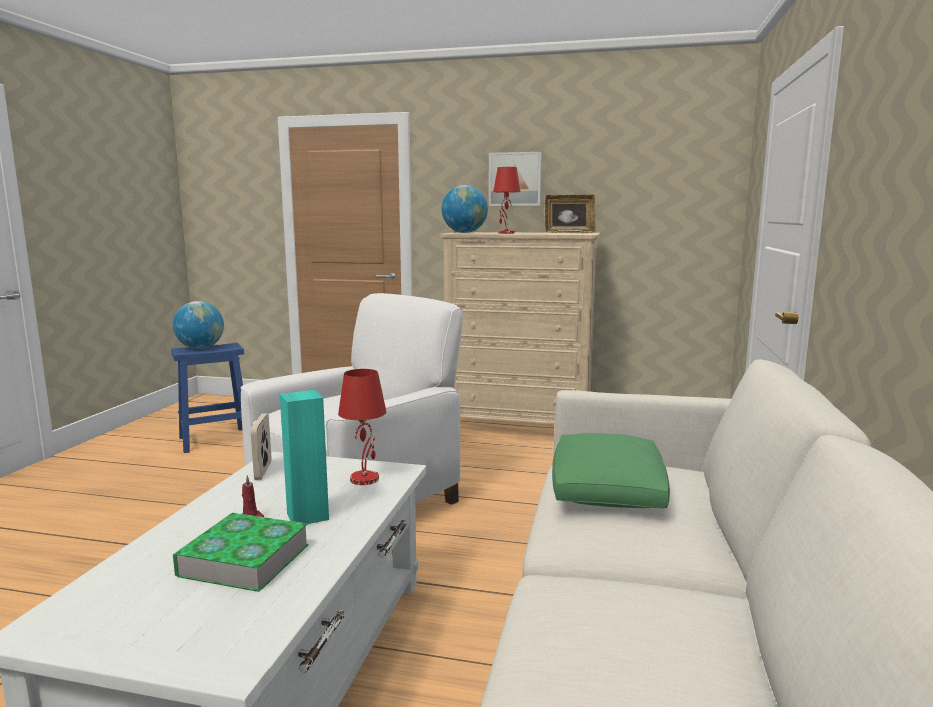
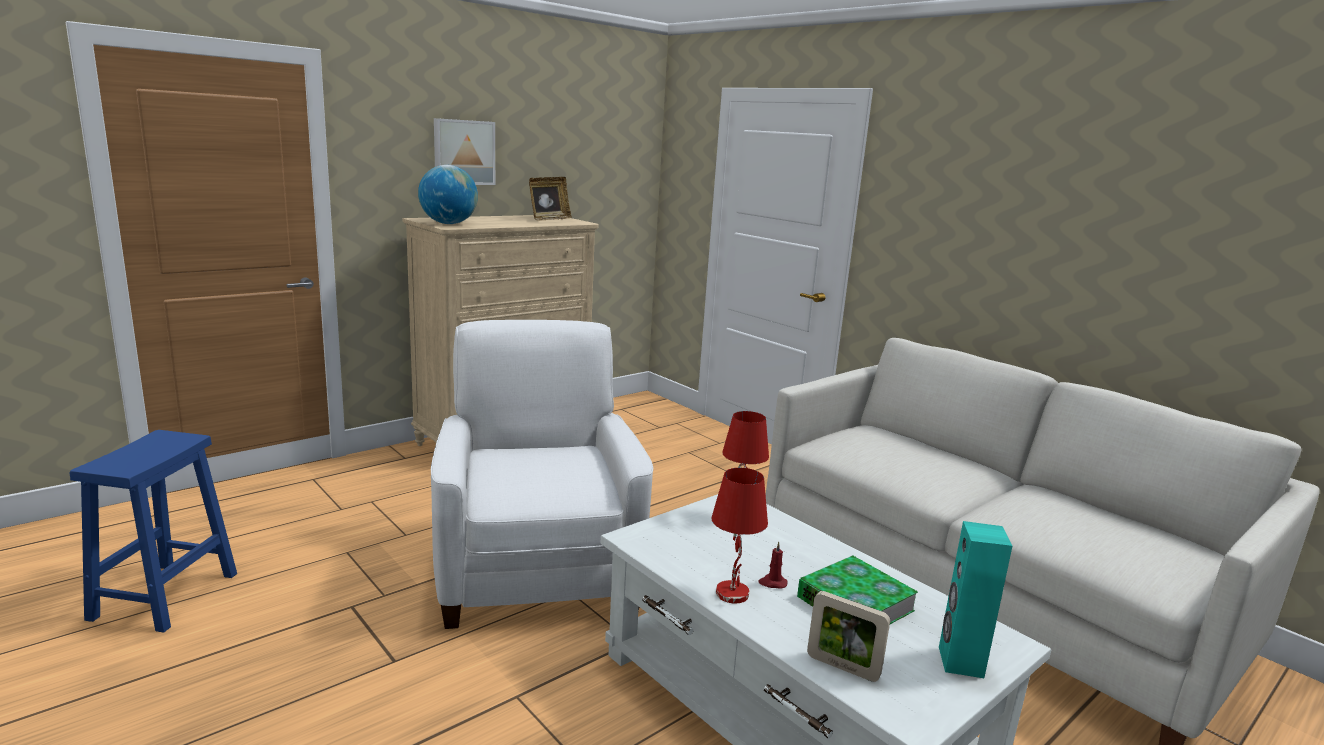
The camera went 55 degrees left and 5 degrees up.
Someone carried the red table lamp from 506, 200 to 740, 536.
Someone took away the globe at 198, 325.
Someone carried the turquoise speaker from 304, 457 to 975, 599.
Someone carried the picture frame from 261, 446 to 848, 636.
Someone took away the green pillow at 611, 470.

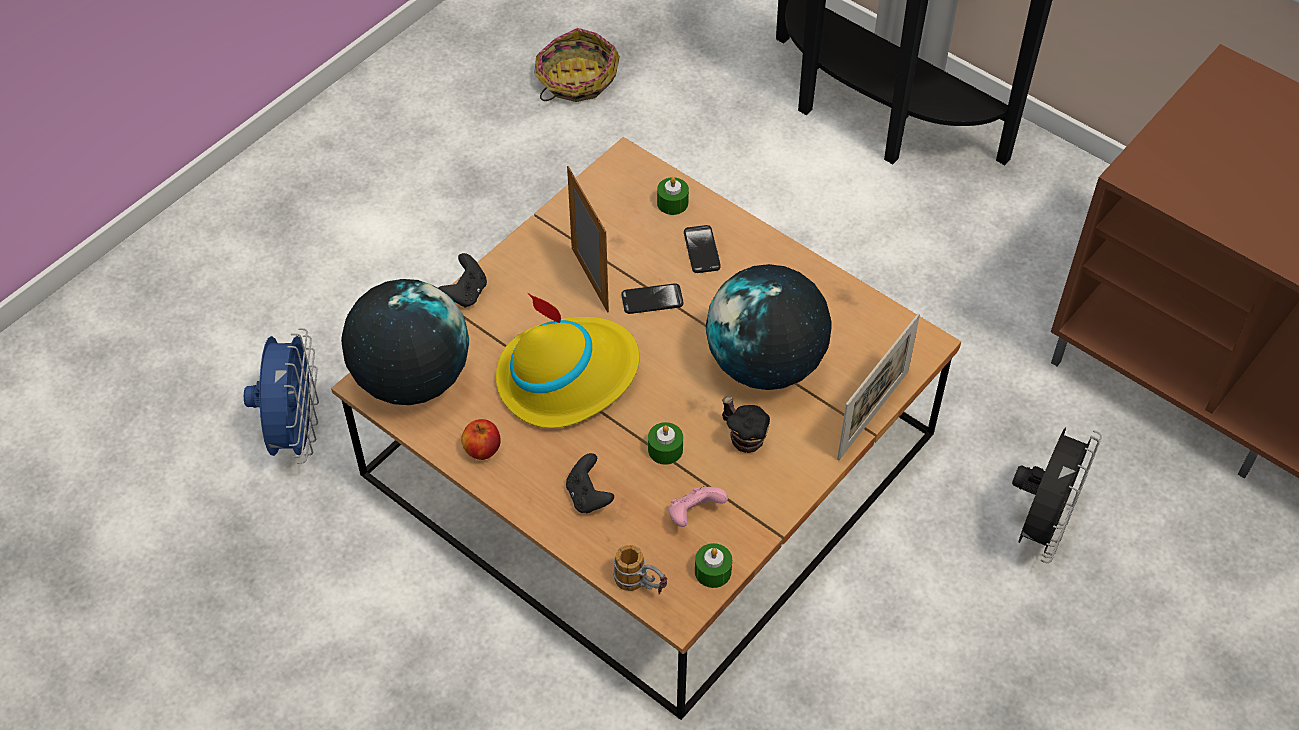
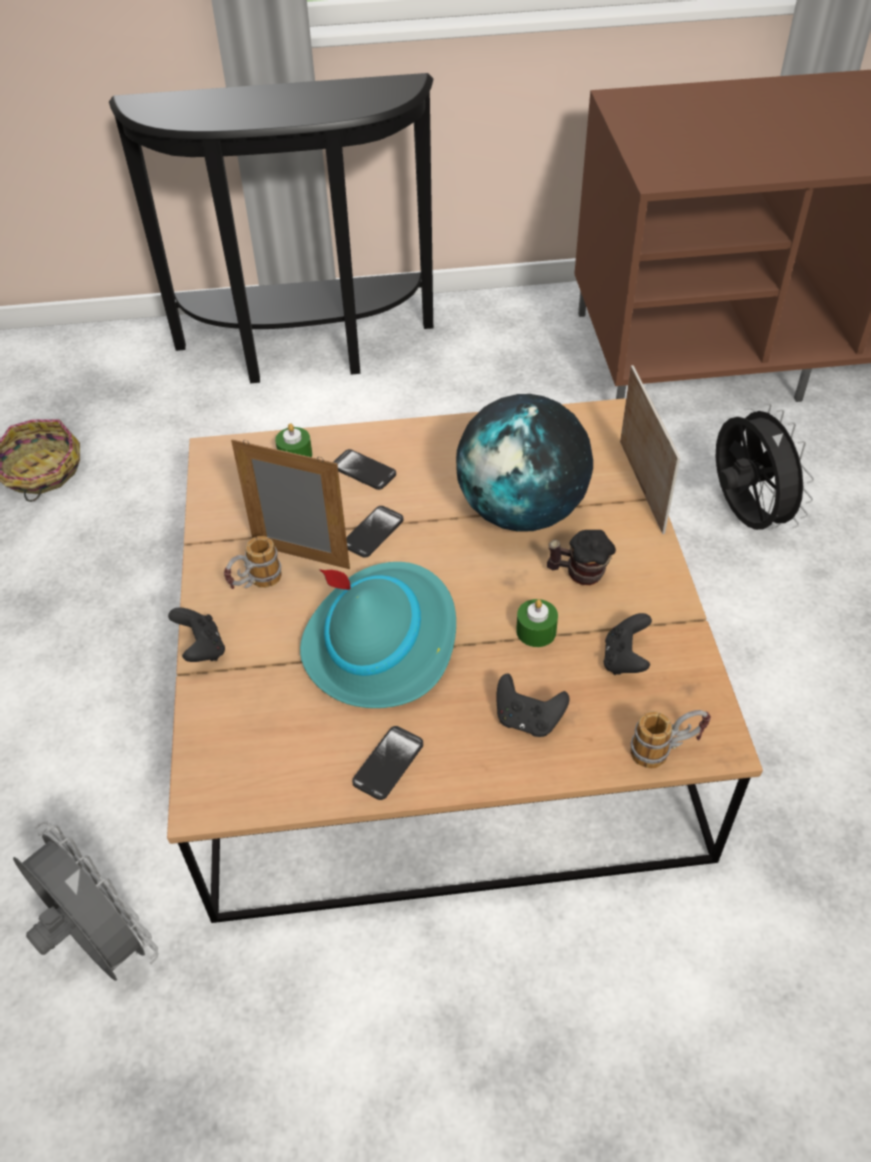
The camera went 45 degrees left and 5 degrees down.
Someone took away the globe at 405, 342.
Someone repainted the yellow hat at 568, 360, which became the turquoise hat at 378, 635.
Someone repainted the blue fan at 281, 396, which became the grey fan at 85, 901.
Someone swapped the apple at 481, 439 for the phone at 387, 763.
Someone repainted the pink game controller at 698, 506, which became the black game controller at 628, 644.
Someone took away the green candle at 713, 565.
Someone put down the mug at 253, 562.

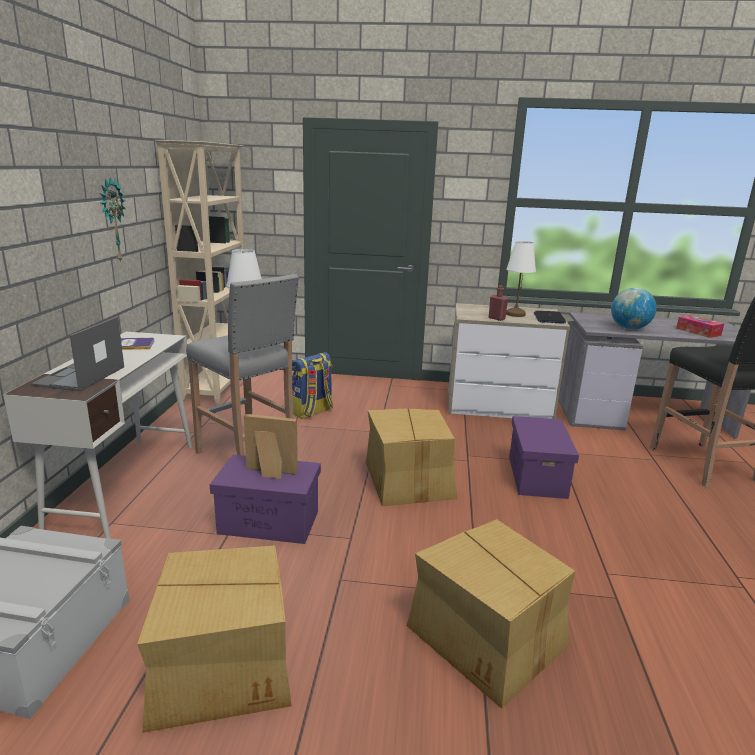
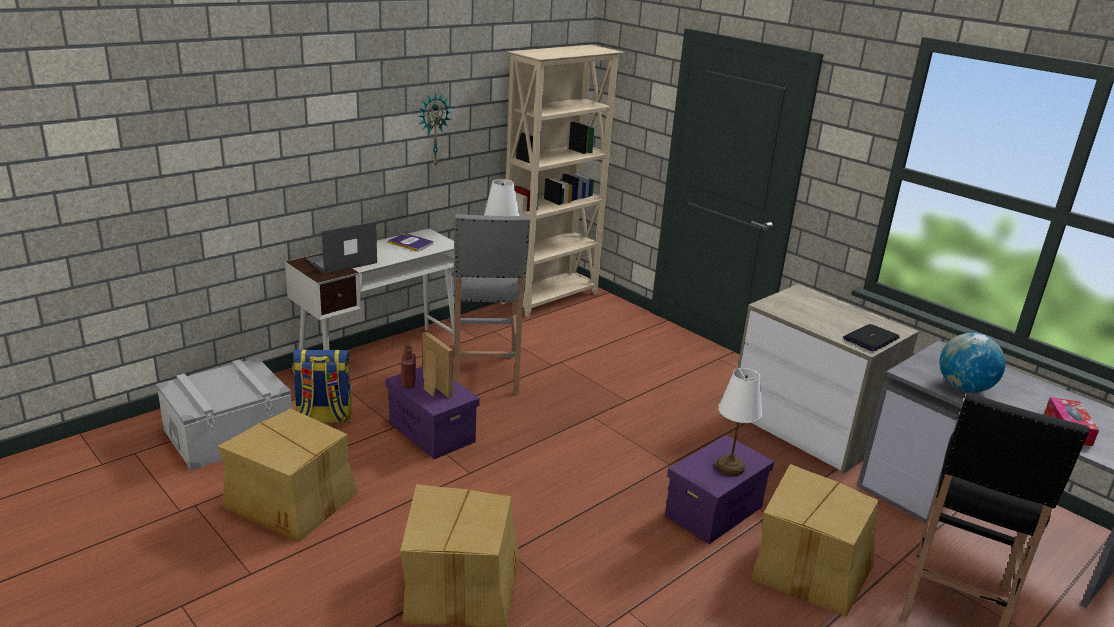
The camera went 40 degrees right and 5 degrees up.
Someone carried the white table lamp from 521, 279 to 739, 422.
Someone carried the red bottle from 498, 303 to 408, 366.
Someone carried the backpack from 312, 385 to 322, 386.
Someone carried the cardboard box from 412, 457 to 815, 540.

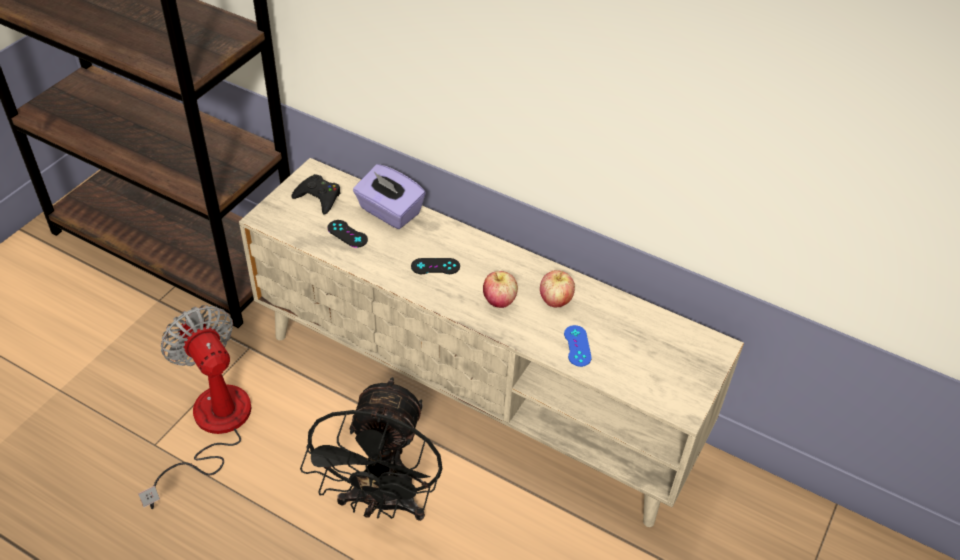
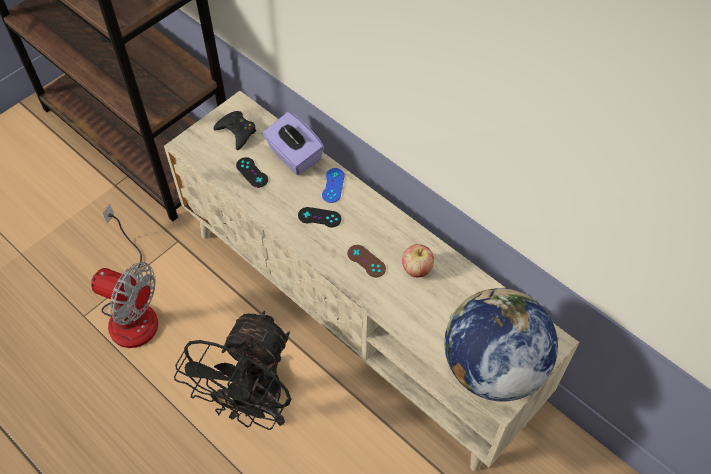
The camera went 15 degrees right and 10 degrees up.
Someone swapped the apple at 500, 289 for the brown game controller at 366, 261.
Someone rotated the fan at 194, 407 by 135 degrees clockwise.
Someone carried the blue game controller from 578, 346 to 333, 185.
Someone put down the globe at 501, 344.

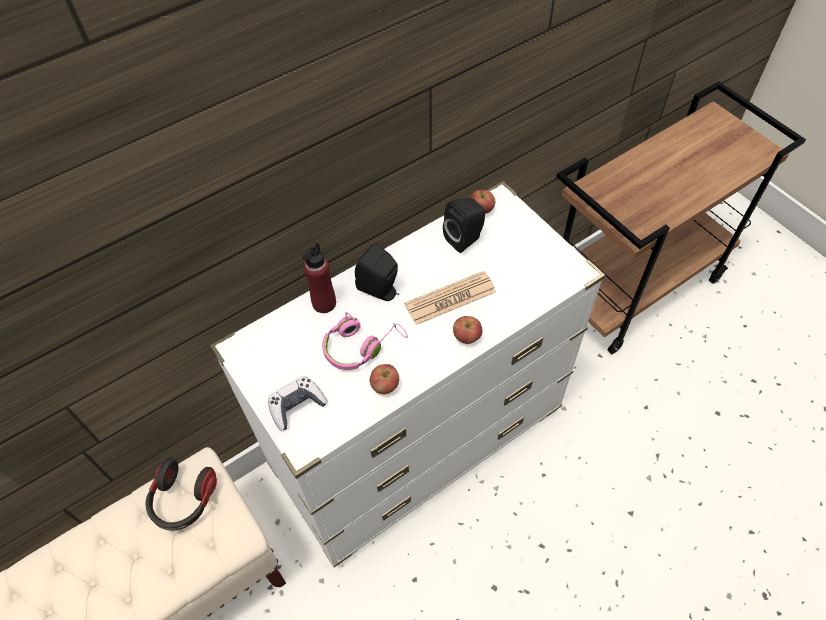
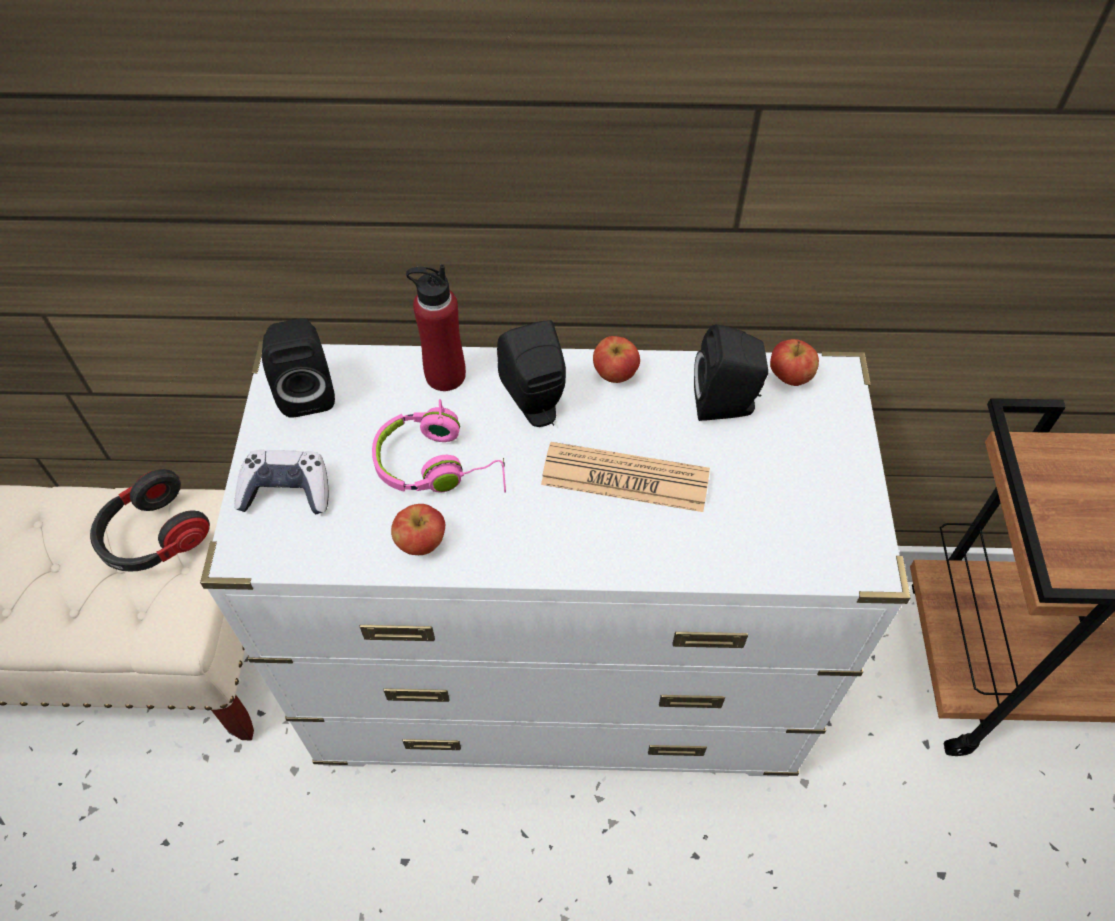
The camera went 35 degrees right and 0 degrees up.
Someone carried the apple from 467, 330 to 616, 359.
Someone put down the black speaker at 298, 368.

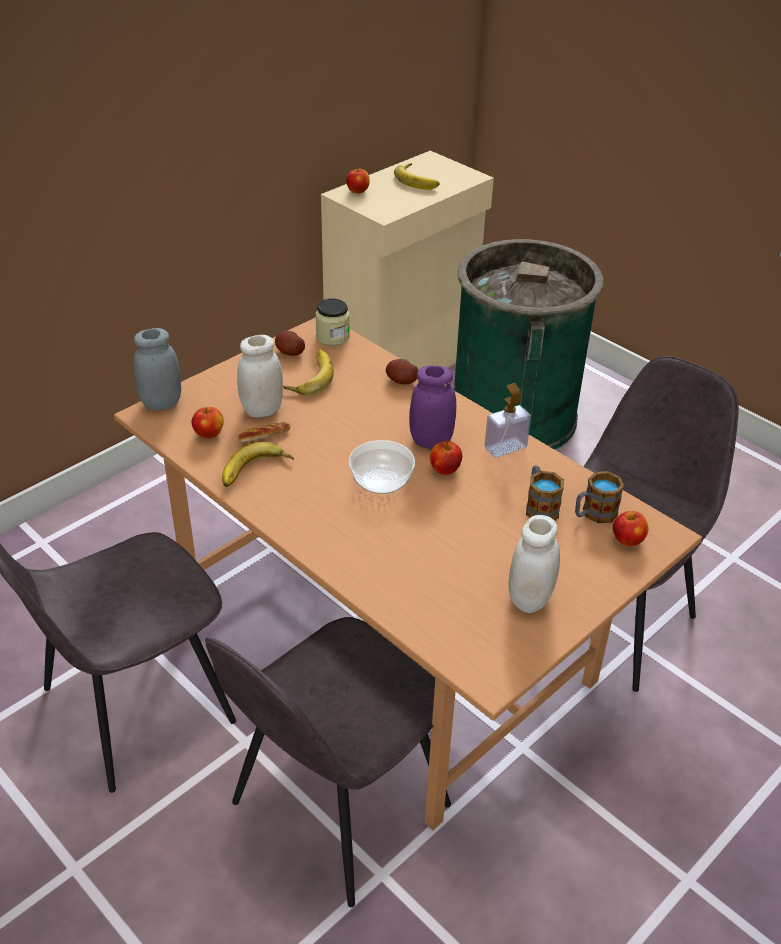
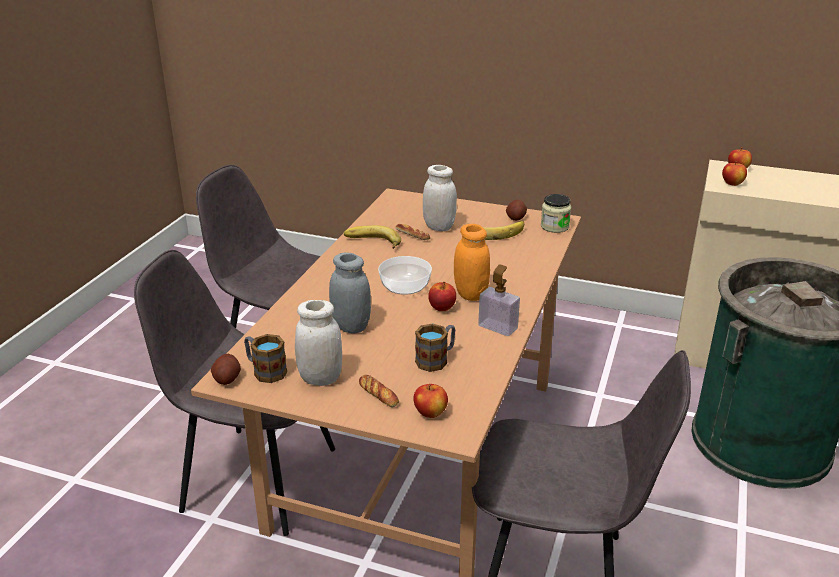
The camera went 65 degrees right and 10 degrees down.
Someone took away the banana at 417, 176.
Someone carried the grey jar from 157, 369 to 350, 293.
Someone carried the potato from 402, 372 to 226, 369.
Someone repainted the purple jar at 432, 407, which became the orange jar at 472, 262.
Someone carried the apple from 208, 423 to 734, 173.
Someone carried the mug from 599, 497 to 265, 358.
Someone put down the bread at 379, 391.

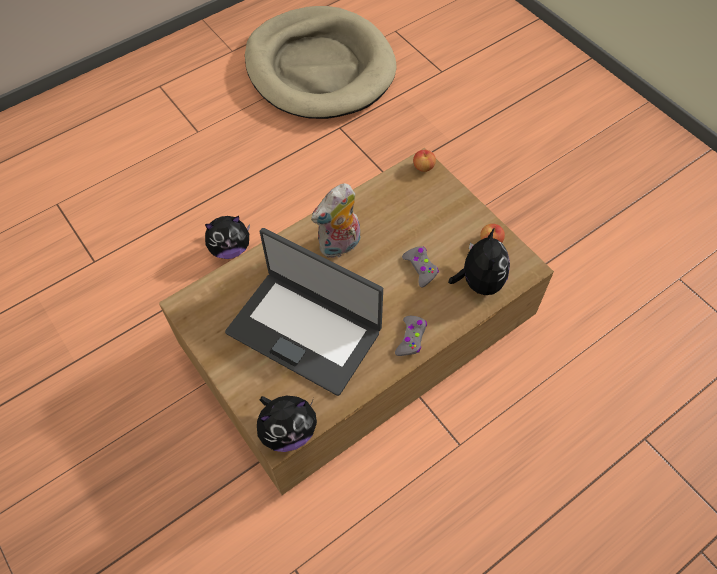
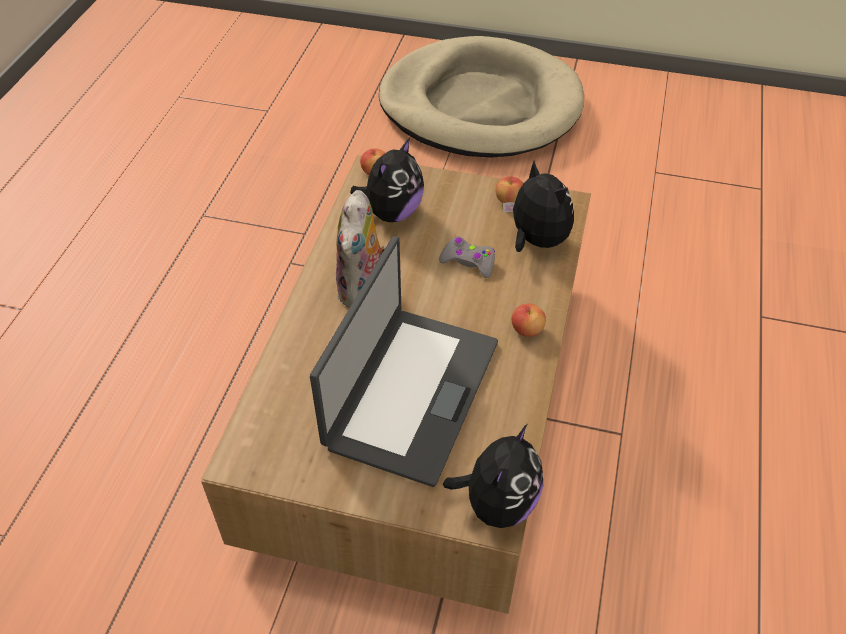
The camera went 40 degrees left and 10 degrees down.
Someone carried the beige dog bed from 321, 62 to 481, 97.
Someone carried the plush toy from 227, 237 to 387, 180.
Someone rotated the laptop at 304, 312 by 60 degrees counterclockwise.
Someone swapped the grey game controller at 411, 336 for the apple at 529, 320.

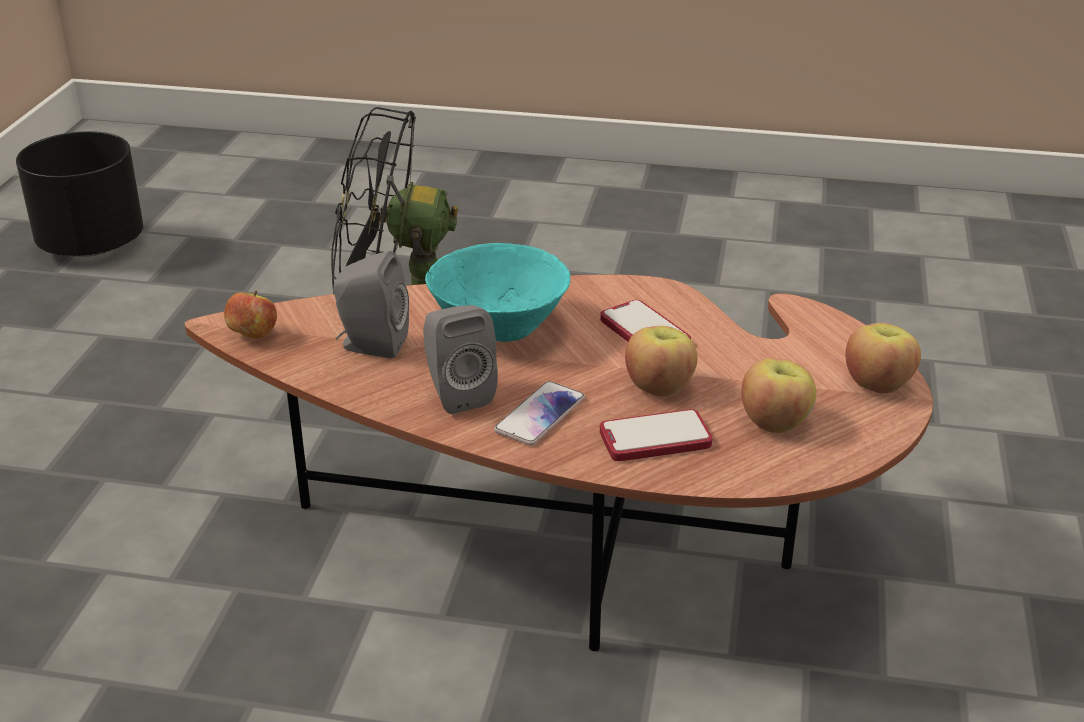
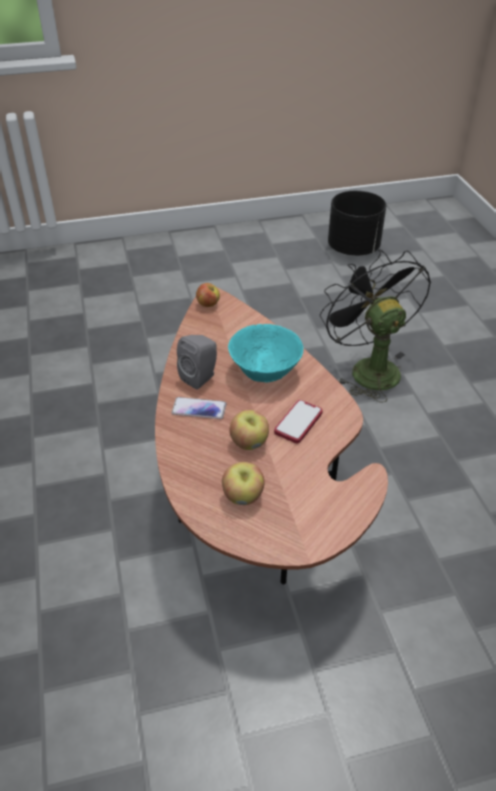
The camera went 65 degrees right and 10 degrees up.
Someone took away the grey speaker at 371, 305.
Someone took away the apple at 883, 358.
Someone took away the phone at 656, 435.

